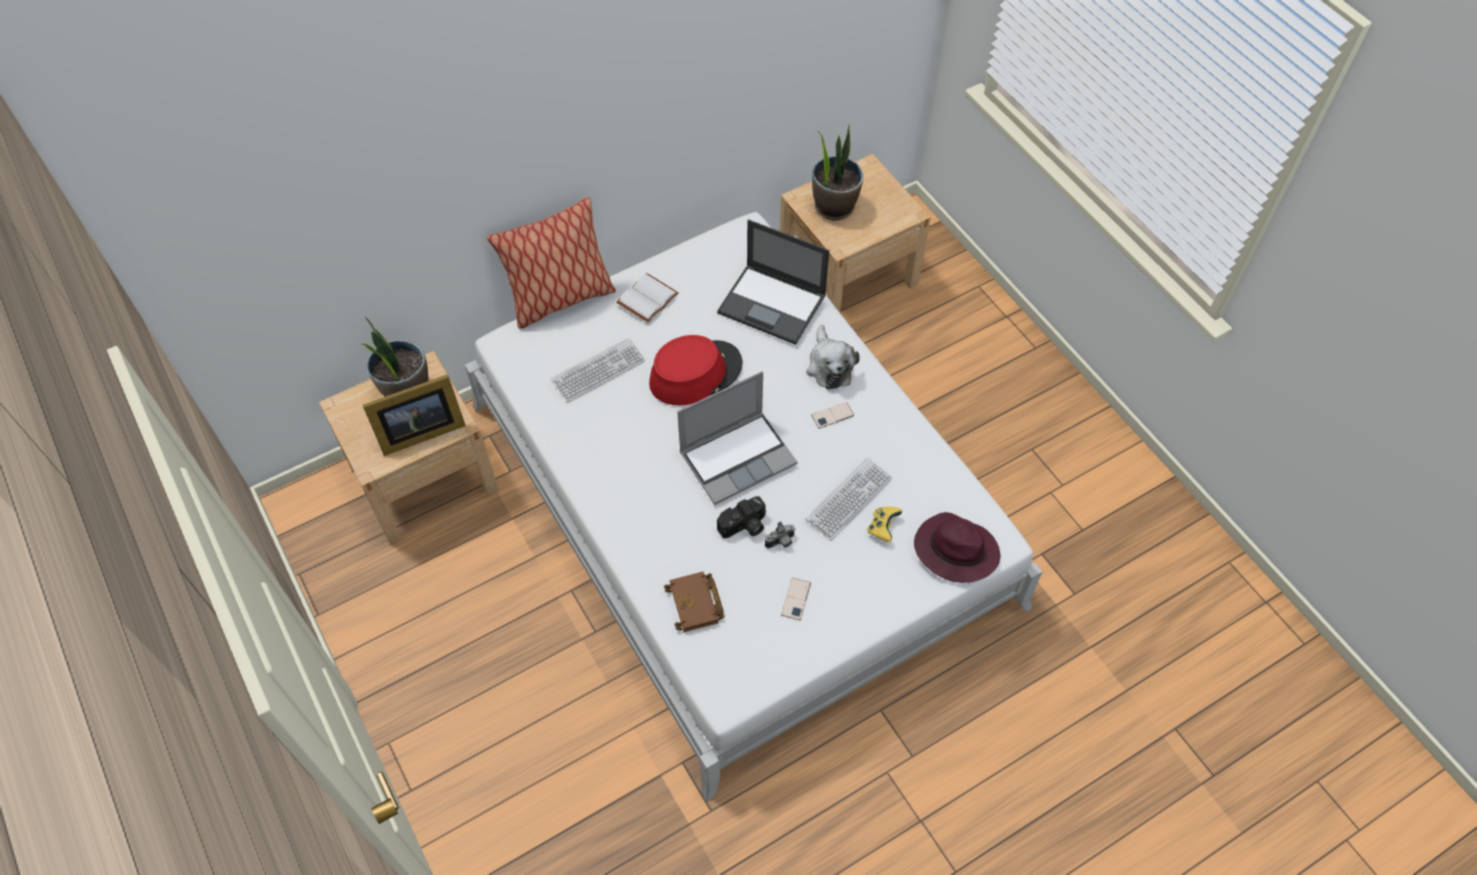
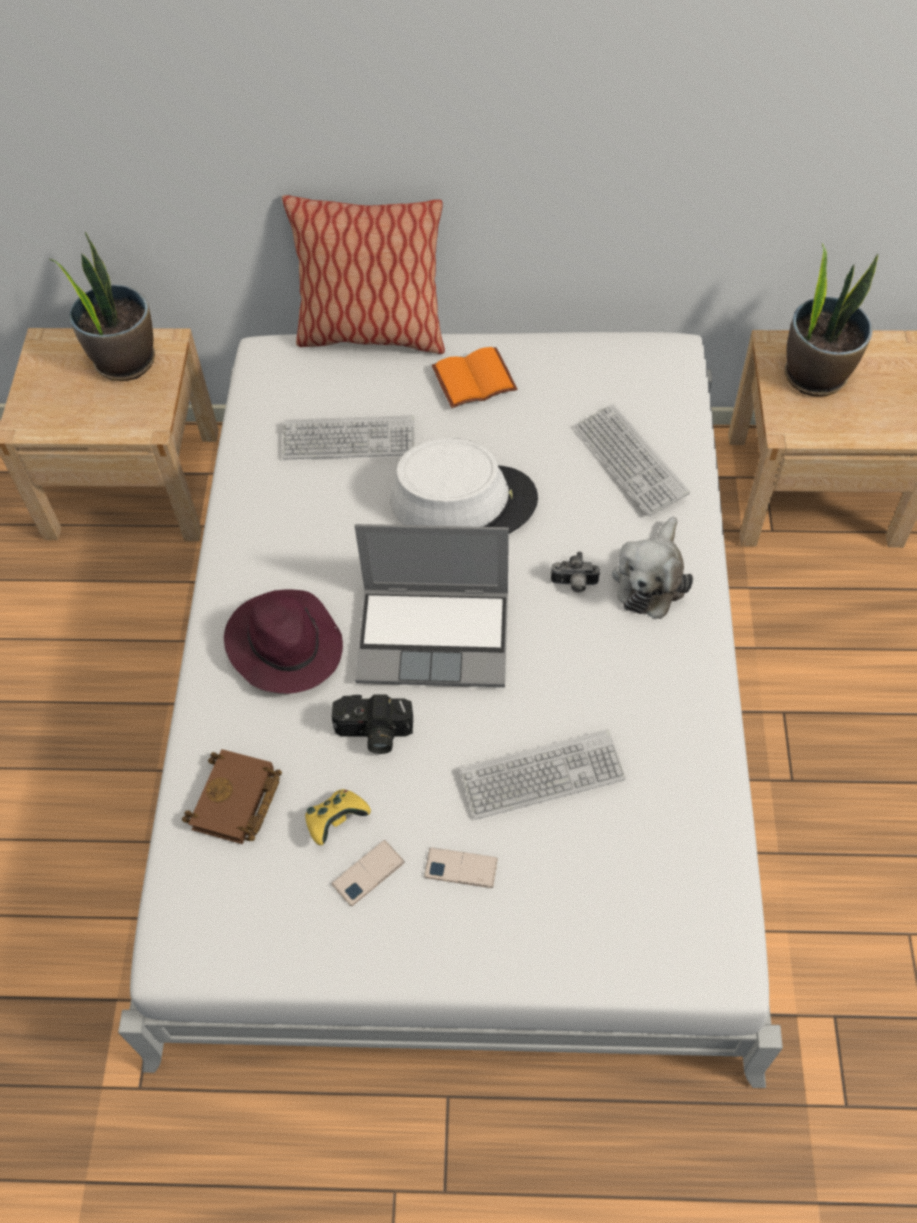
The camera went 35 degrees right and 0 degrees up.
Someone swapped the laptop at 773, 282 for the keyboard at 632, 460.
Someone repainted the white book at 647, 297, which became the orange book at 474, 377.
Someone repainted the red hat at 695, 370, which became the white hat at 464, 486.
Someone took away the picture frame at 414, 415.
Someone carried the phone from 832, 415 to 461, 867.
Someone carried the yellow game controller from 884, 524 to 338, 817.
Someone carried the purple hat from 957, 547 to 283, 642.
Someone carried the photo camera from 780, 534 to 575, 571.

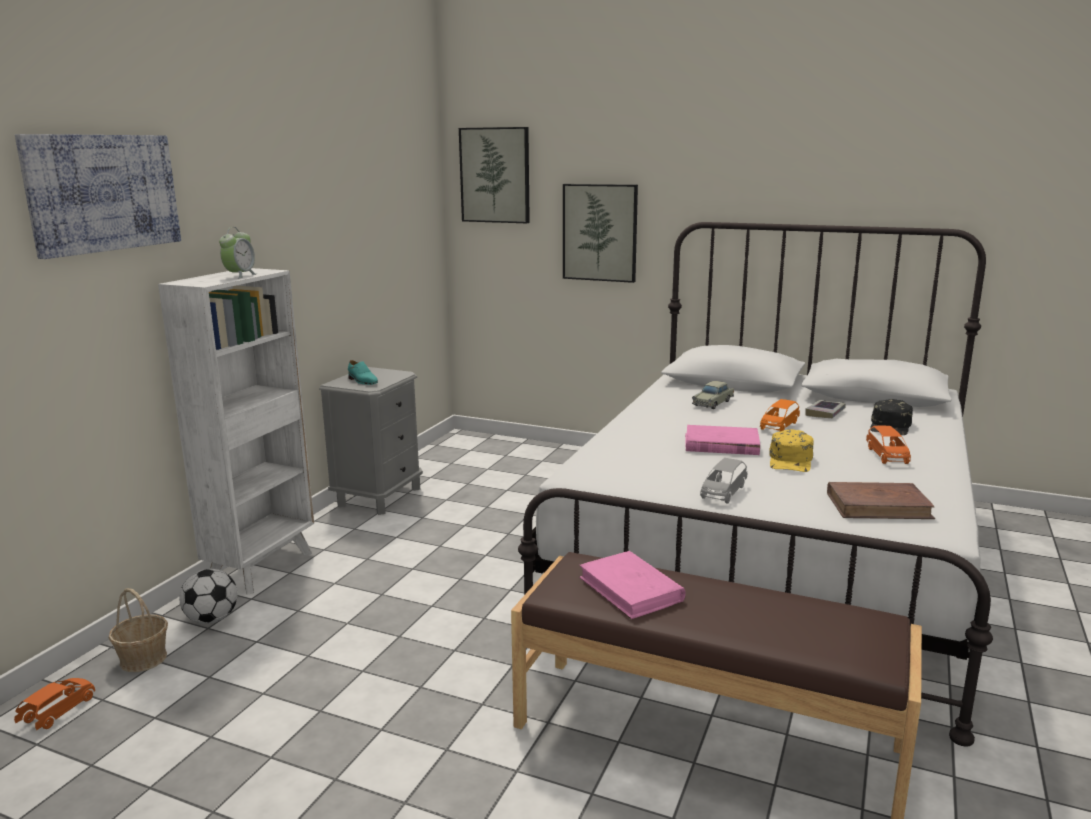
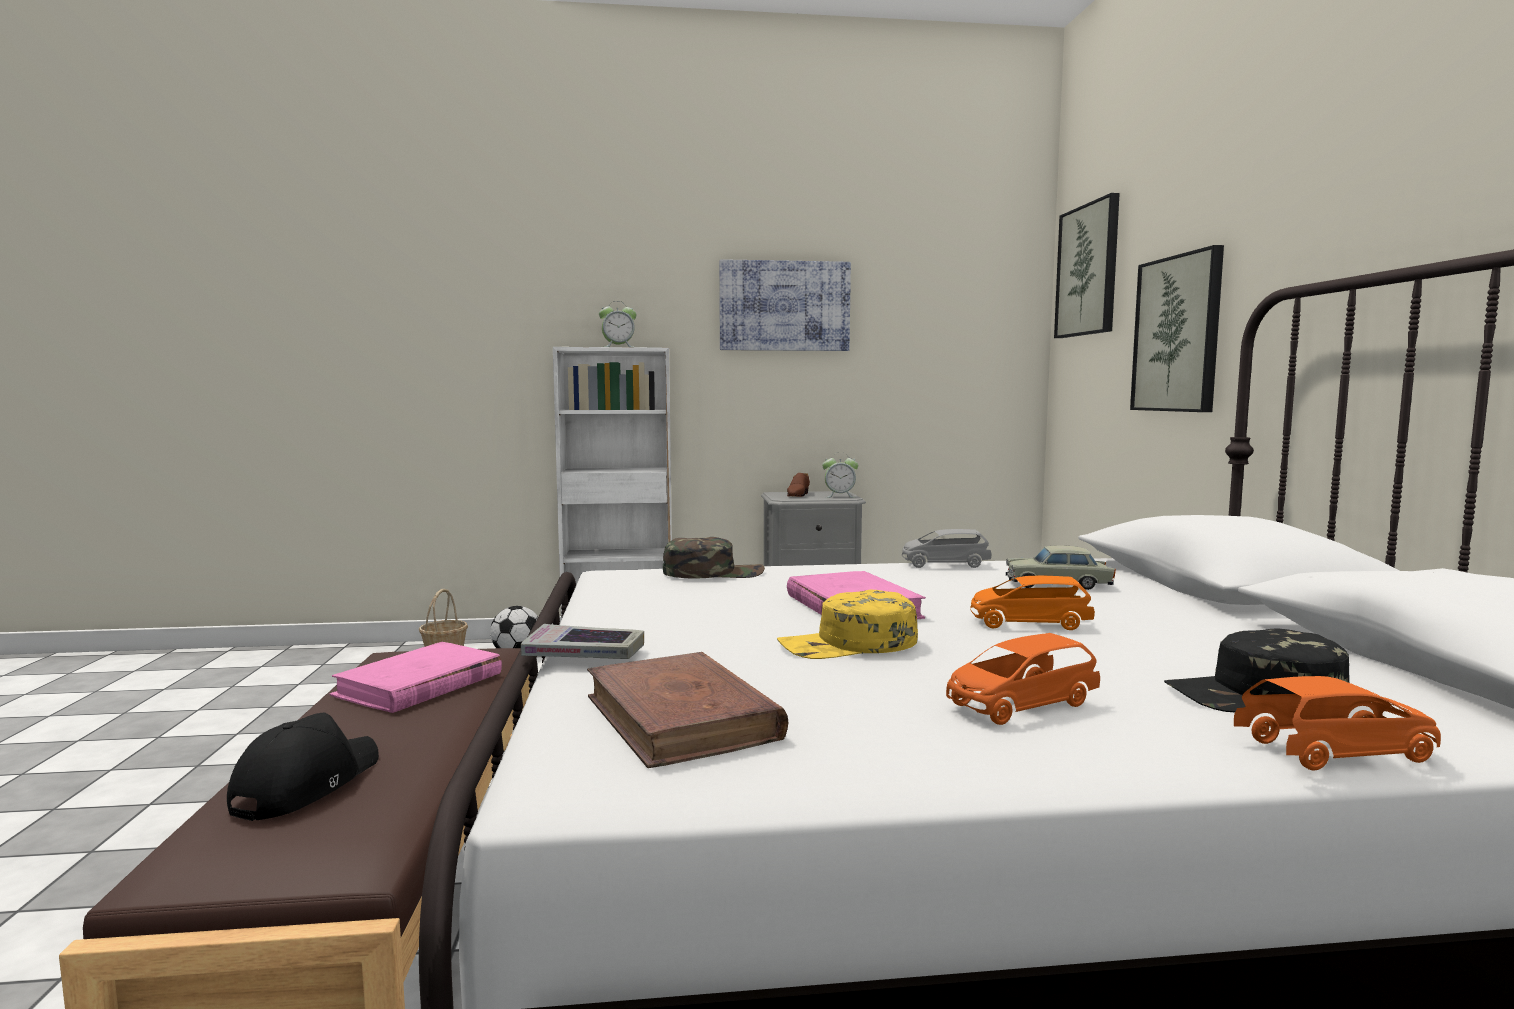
The camera went 60 degrees right and 10 degrees down.
Someone carried the picture from 98, 196 to 785, 305.
Someone repainted the turquoise shoe at 363, 372, which became the brown shoe at 798, 485.
Someone carried the book from 825, 409 to 582, 641.
Someone carried the grey toy car from 723, 480 to 947, 548.
Someone carried the orange toy car from 54, 704 to 1337, 723.
Someone put down the alarm clock at 840, 475.
Someone put down the green cap at 714, 557.
Someone put down the black cap at 303, 766.

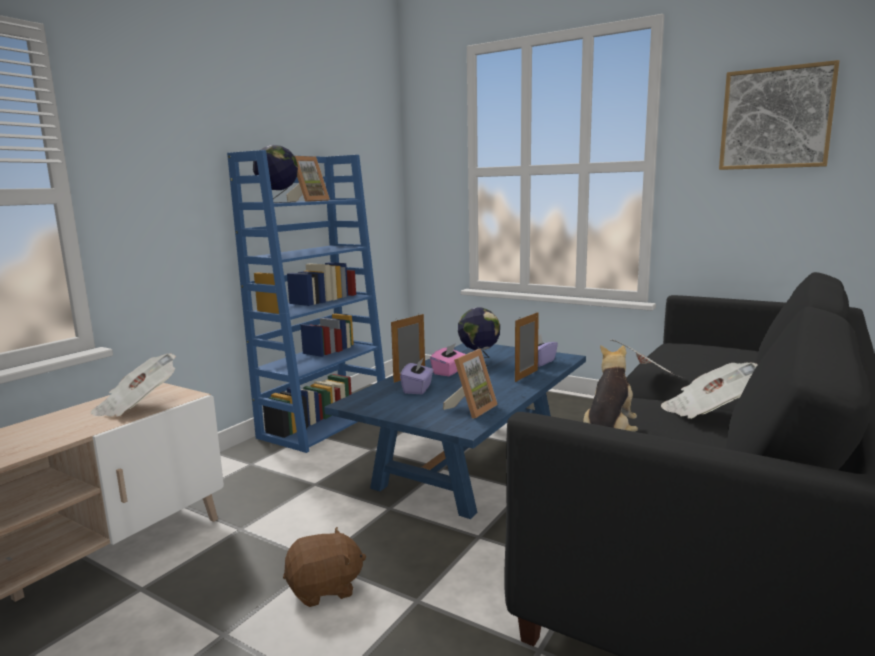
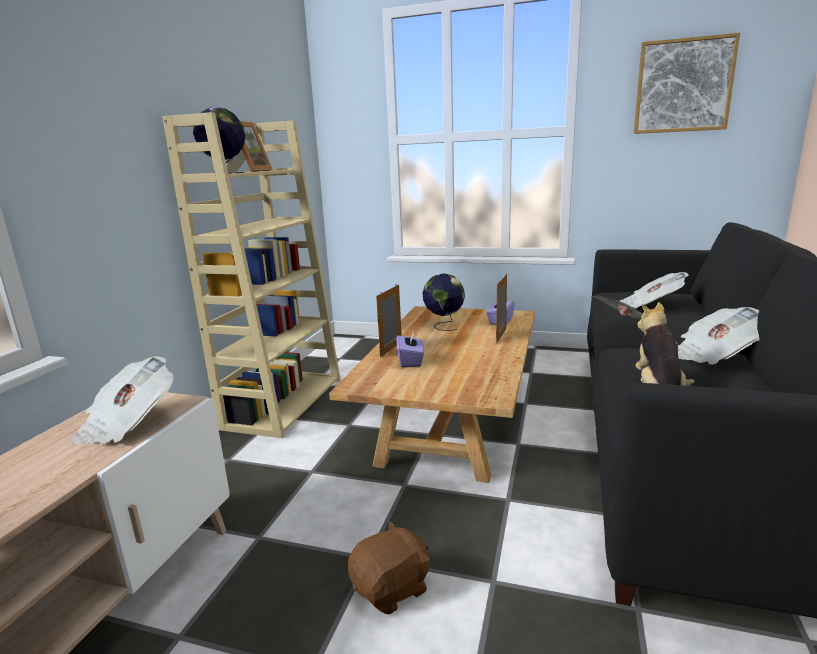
The camera went 15 degrees left and 5 degrees up.
Someone repainted the blue bookcase at 306, 301, which became the beige bookcase at 251, 275.
Someone repainted the blue coffee table at 455, 431, which became the beige coffee table at 432, 394.
Someone took away the pink tissue box at 448, 359.
Someone took away the picture frame at 470, 384.
Someone put down the newspaper at 654, 290.

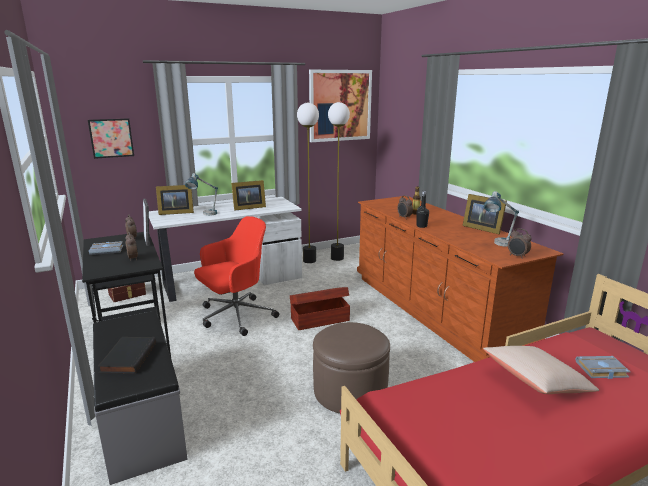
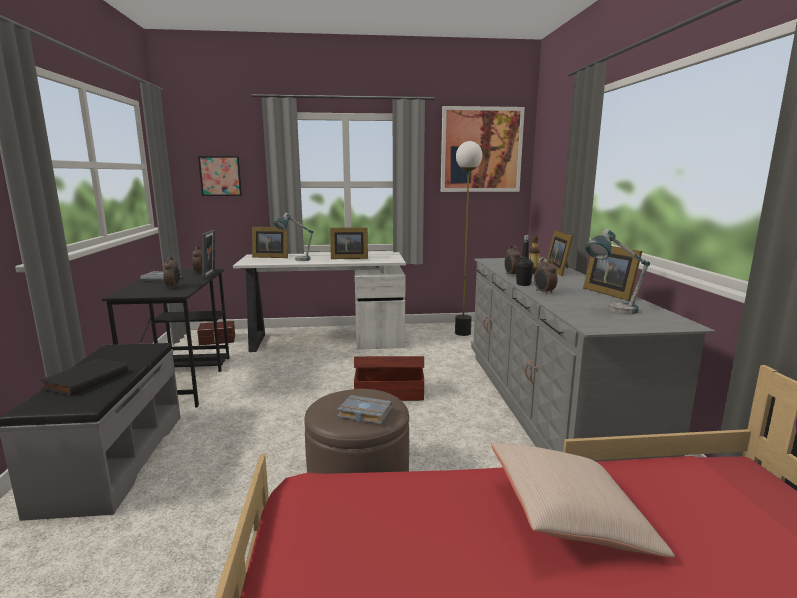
The camera went 20 degrees right and 5 degrees down.
Someone took away the floor lamp at 308, 183.
Someone repainted the brown dresser at 460, 279, which became the grey dresser at 593, 359.
Someone took away the red office chair at 236, 276.
Someone carried the alarm clock from 520, 243 to 546, 276.
Someone carried the grey book from 603, 367 to 365, 409.
Someone put down the picture frame at 559, 253.

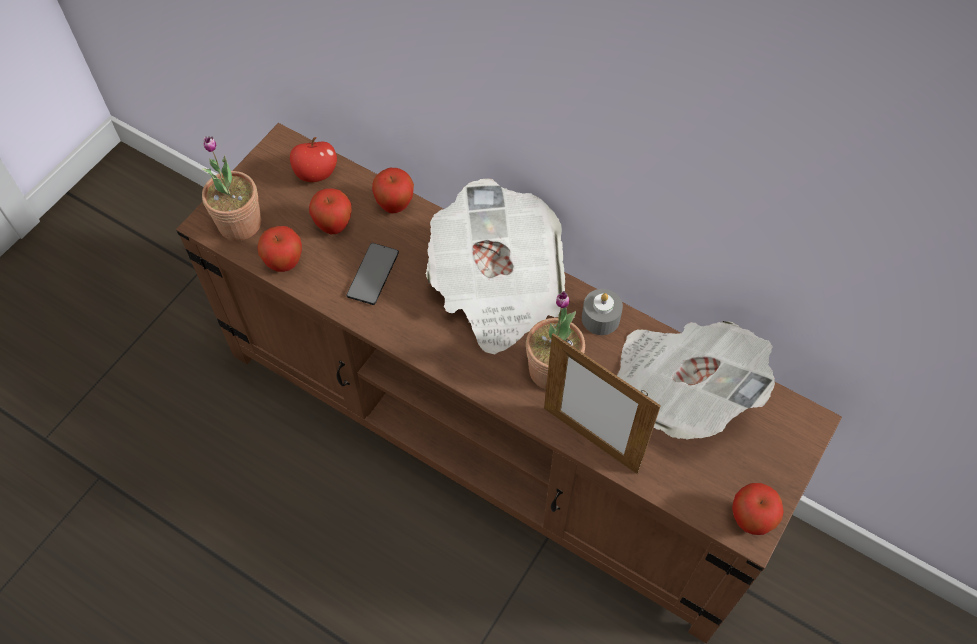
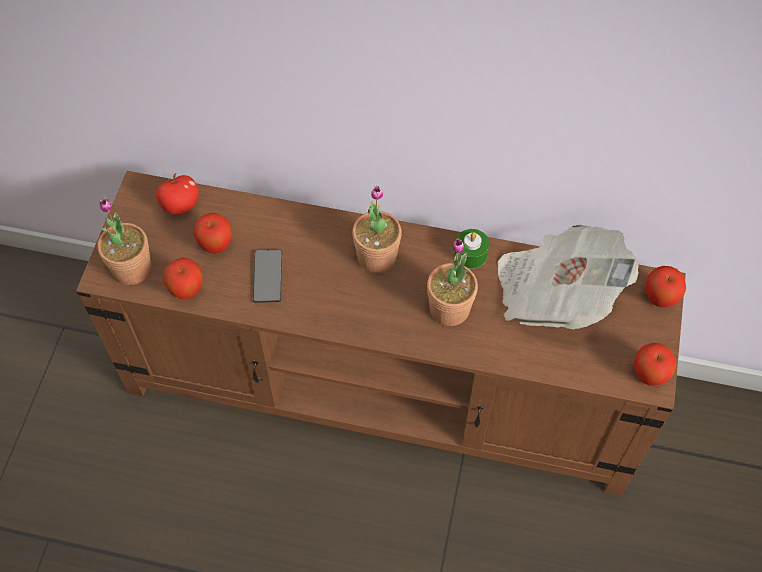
The camera went 20 degrees left and 0 degrees up.
Someone carried the apple from 393, 191 to 666, 287.
Someone swapped the newspaper at 495, 266 for the potted plant at 377, 229.
Someone repainted the grey candle at 602, 312, which became the green candle at 471, 249.
Someone took away the picture frame at 602, 403.

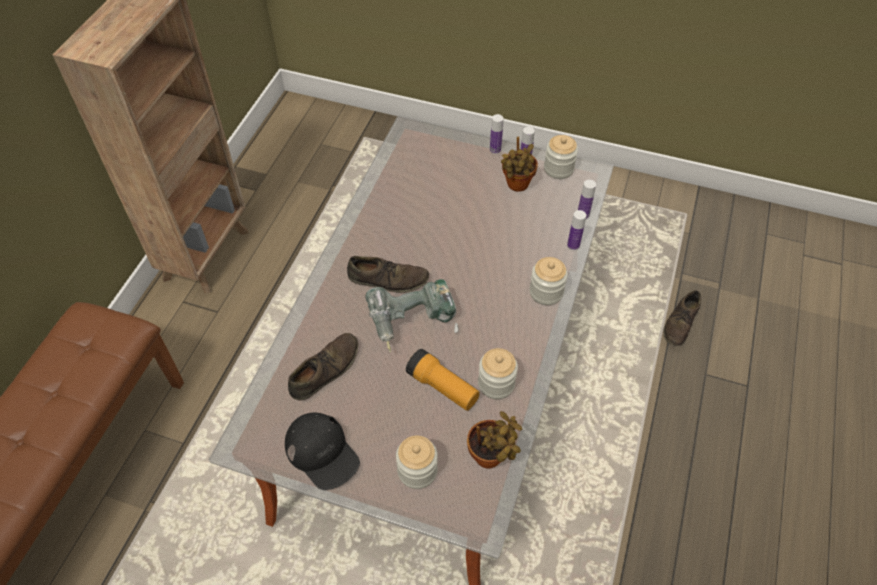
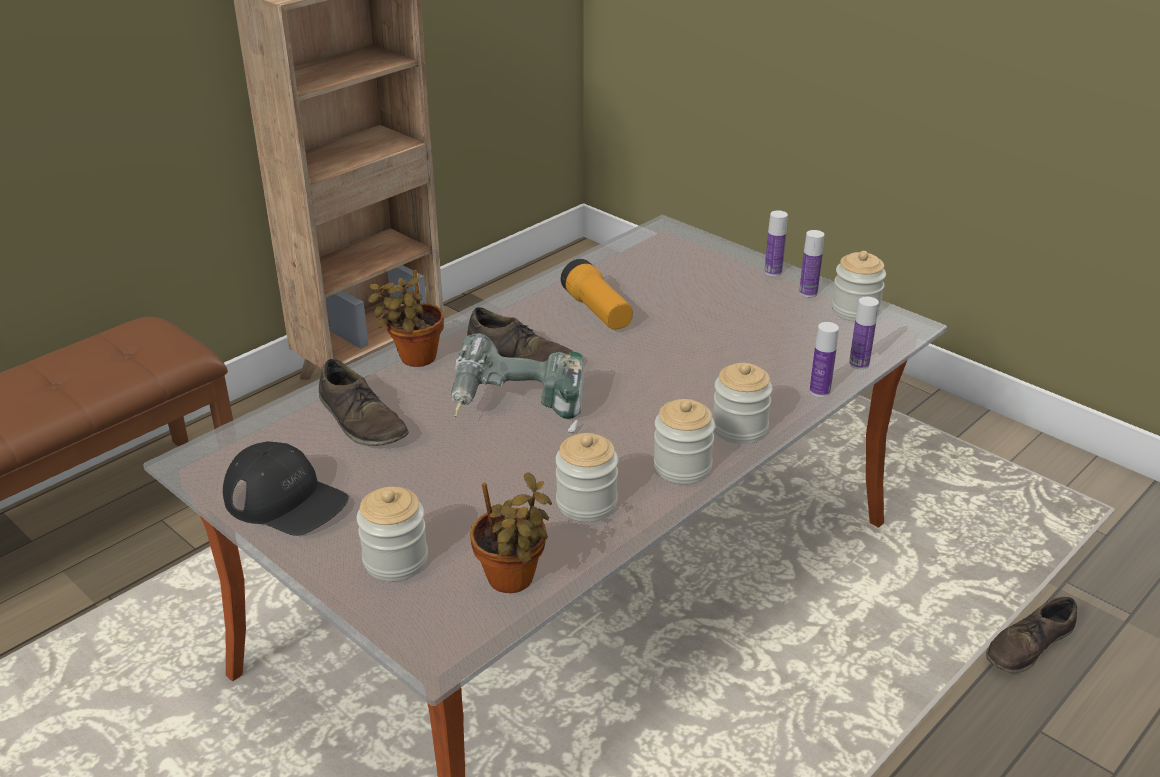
The camera went 25 degrees right and 20 degrees down.
Someone carried the potted plant from 519, 164 to 406, 318.
Someone rotated the brown shoe at 323, 366 by 75 degrees clockwise.
Someone carried the flashlight from 443, 380 to 597, 294.
Someone rotated the black cap at 322, 451 by 45 degrees counterclockwise.
Someone put down the jar at 684, 441.

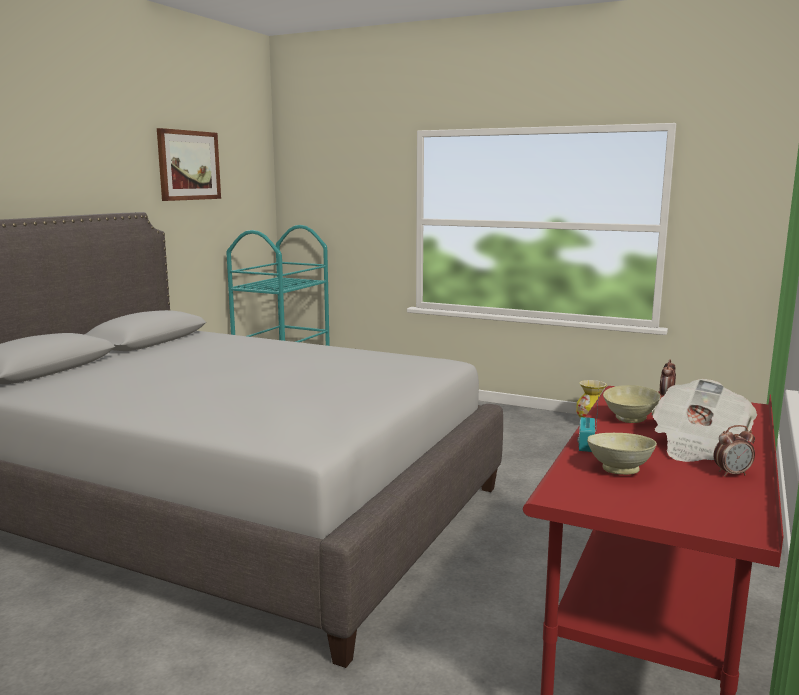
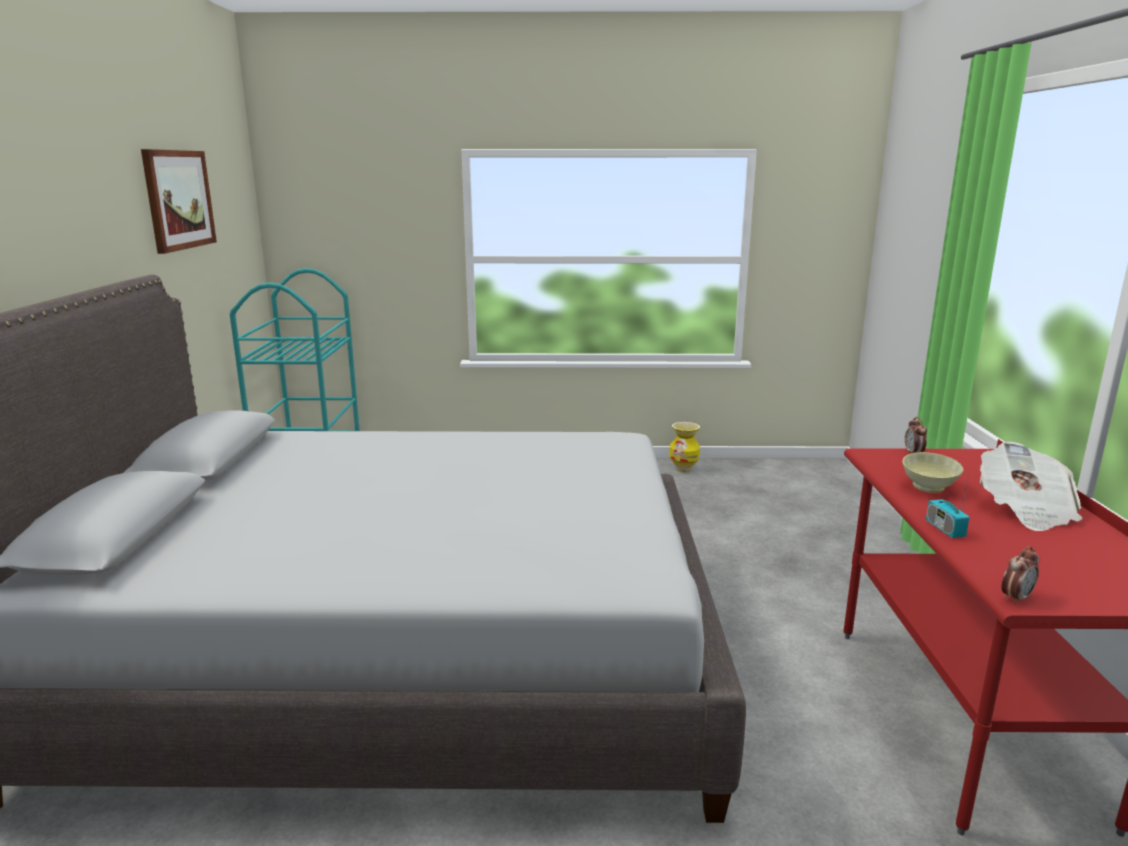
The camera went 25 degrees left and 5 degrees up.
Someone carried the alarm clock from 734, 451 to 1020, 575.
Someone took away the beige bowl at 622, 454.

